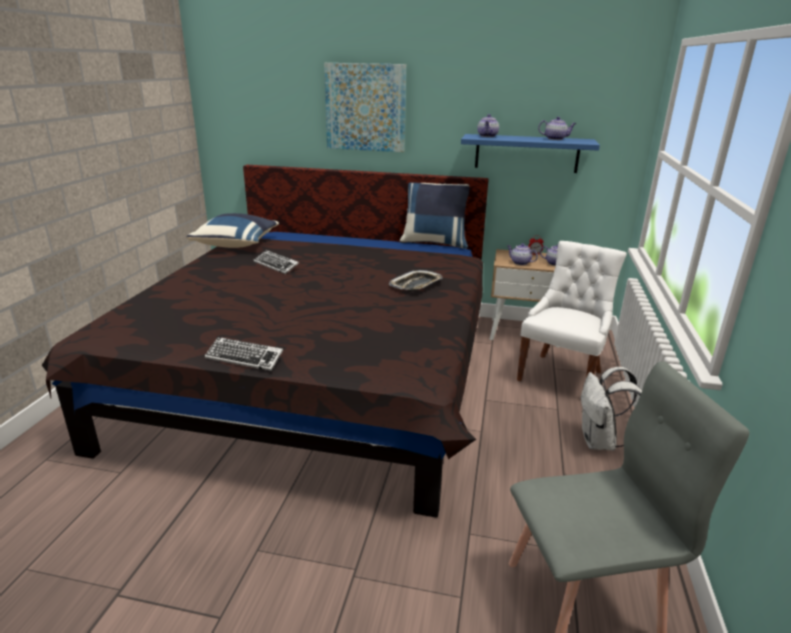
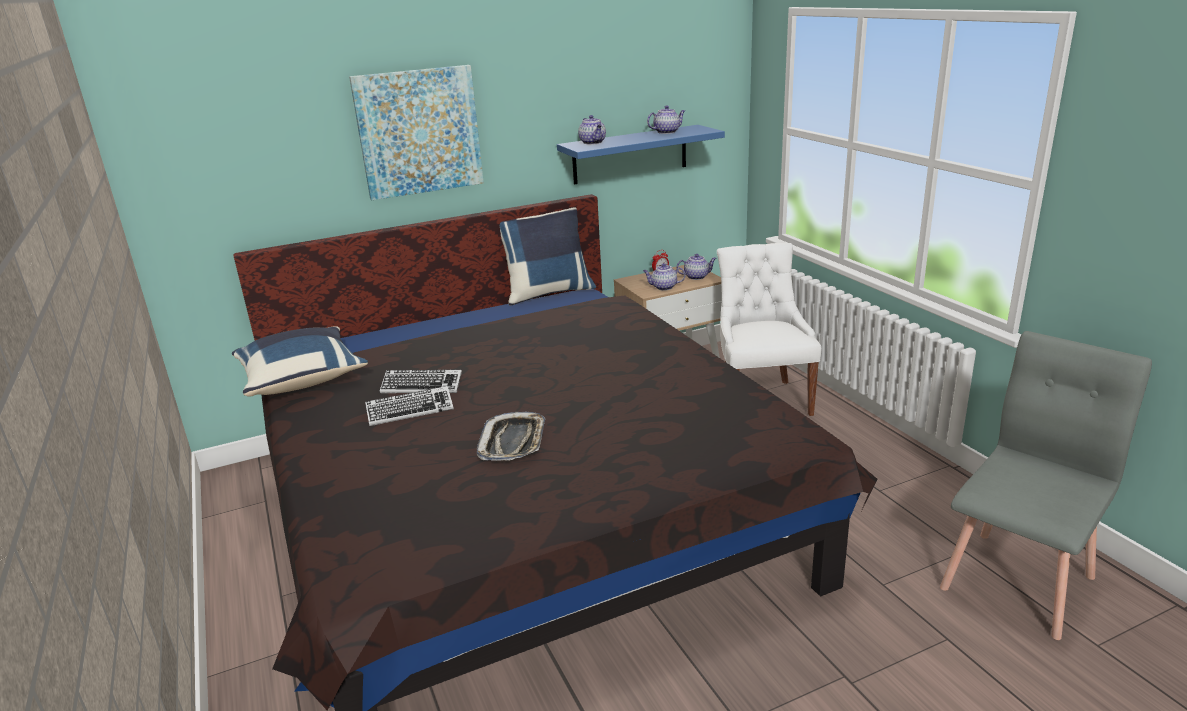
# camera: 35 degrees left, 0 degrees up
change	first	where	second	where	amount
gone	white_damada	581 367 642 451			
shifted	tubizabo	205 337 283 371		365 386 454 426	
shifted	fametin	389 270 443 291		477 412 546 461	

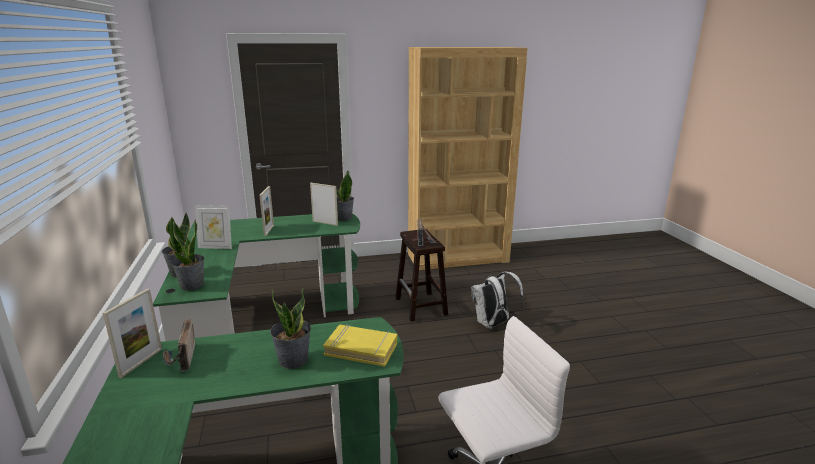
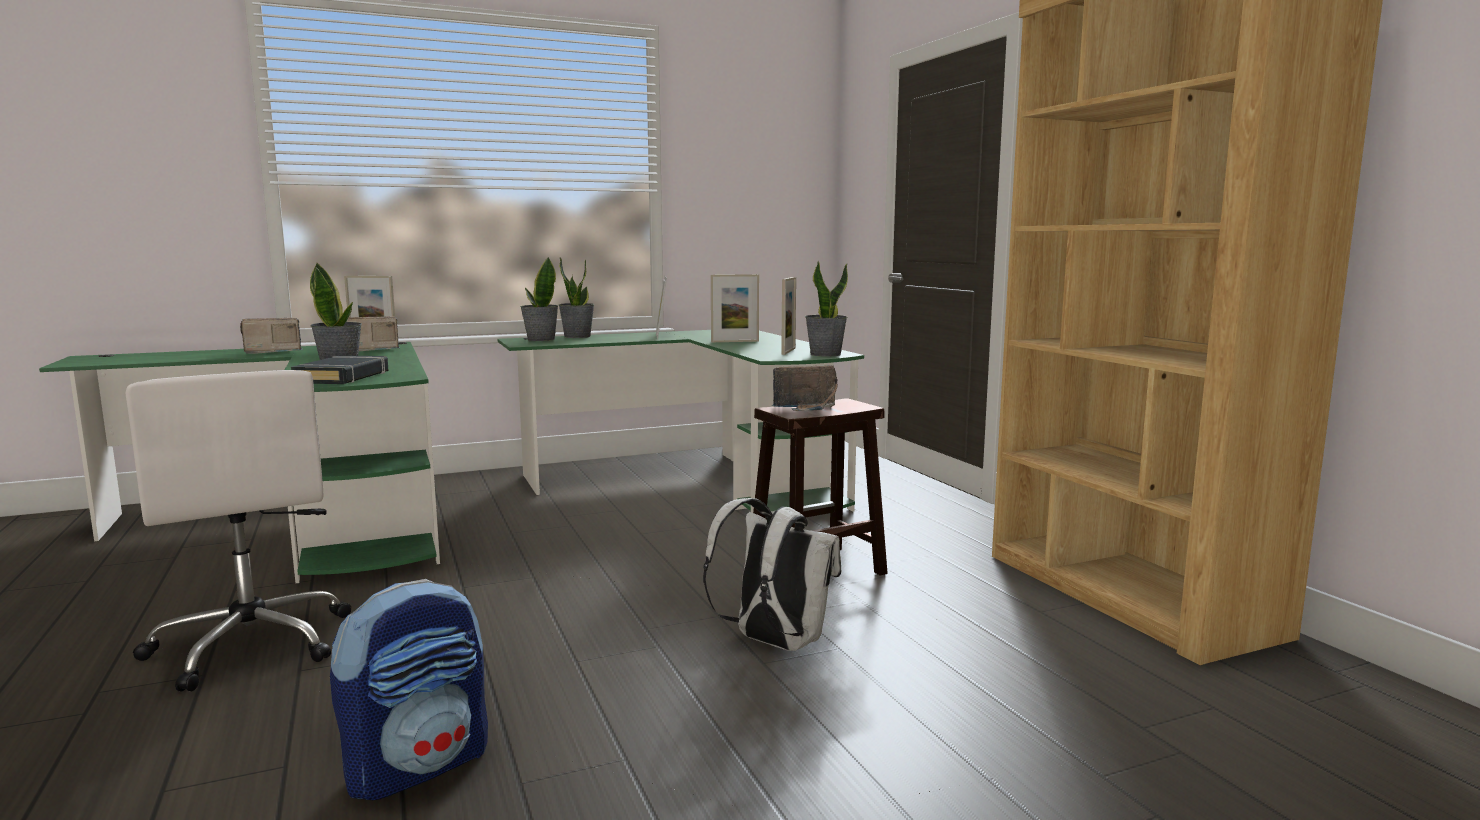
# camera: 80 degrees right, 10 degrees down
change	first	where	second	where	amount
new			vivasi	240 318 303 354	
new			damada	330 579 488 800	
repainted	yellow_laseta	323 325 397 367	black_laseta	291 355 388 384	

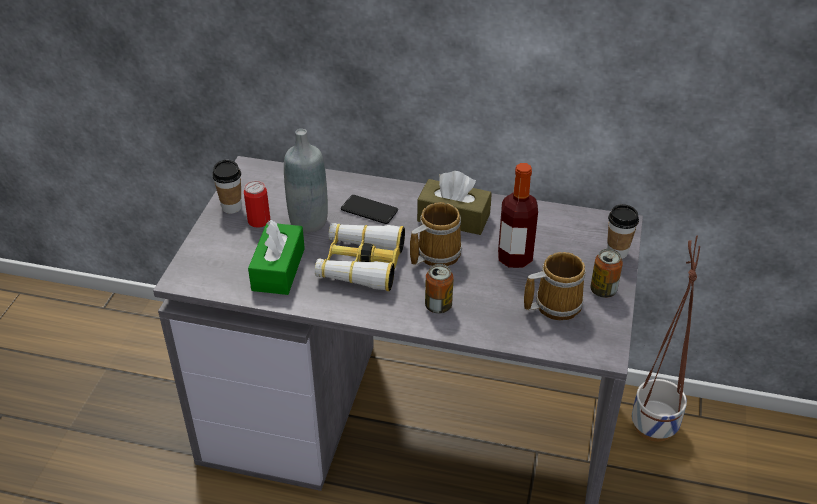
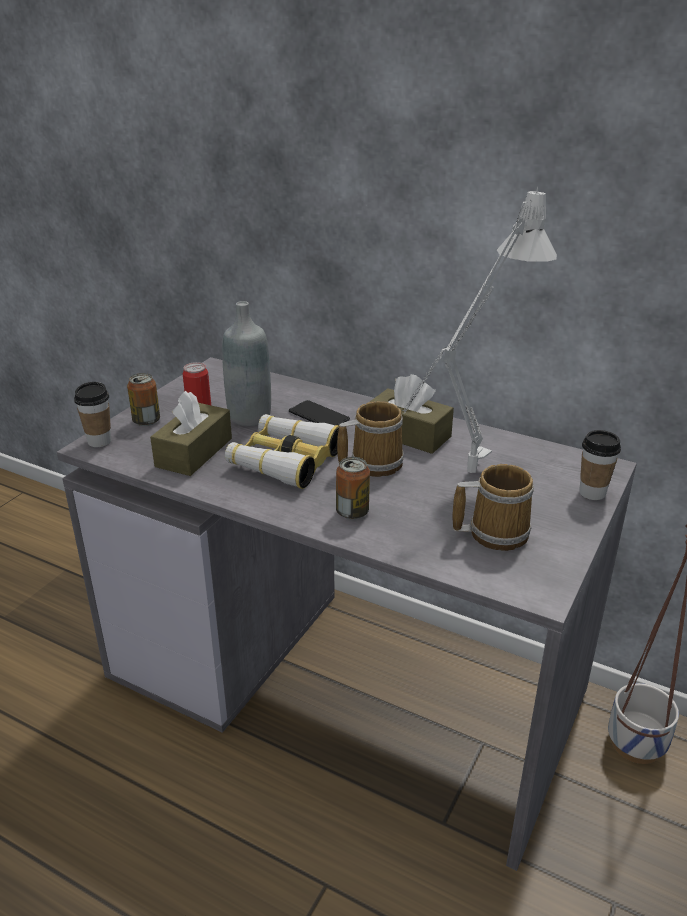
# camera: 15 degrees right, 10 degrees down
change	first	where	second	where	amount
shifted	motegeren	212 160 242 214		74 382 111 447	
shifted	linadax	590 249 623 298		127 373 160 426	
swapped	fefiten	498 163 538 268	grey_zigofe	403 187 557 473	
repainted	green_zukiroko	248 220 305 295	brown_zukiroko	150 391 232 476	

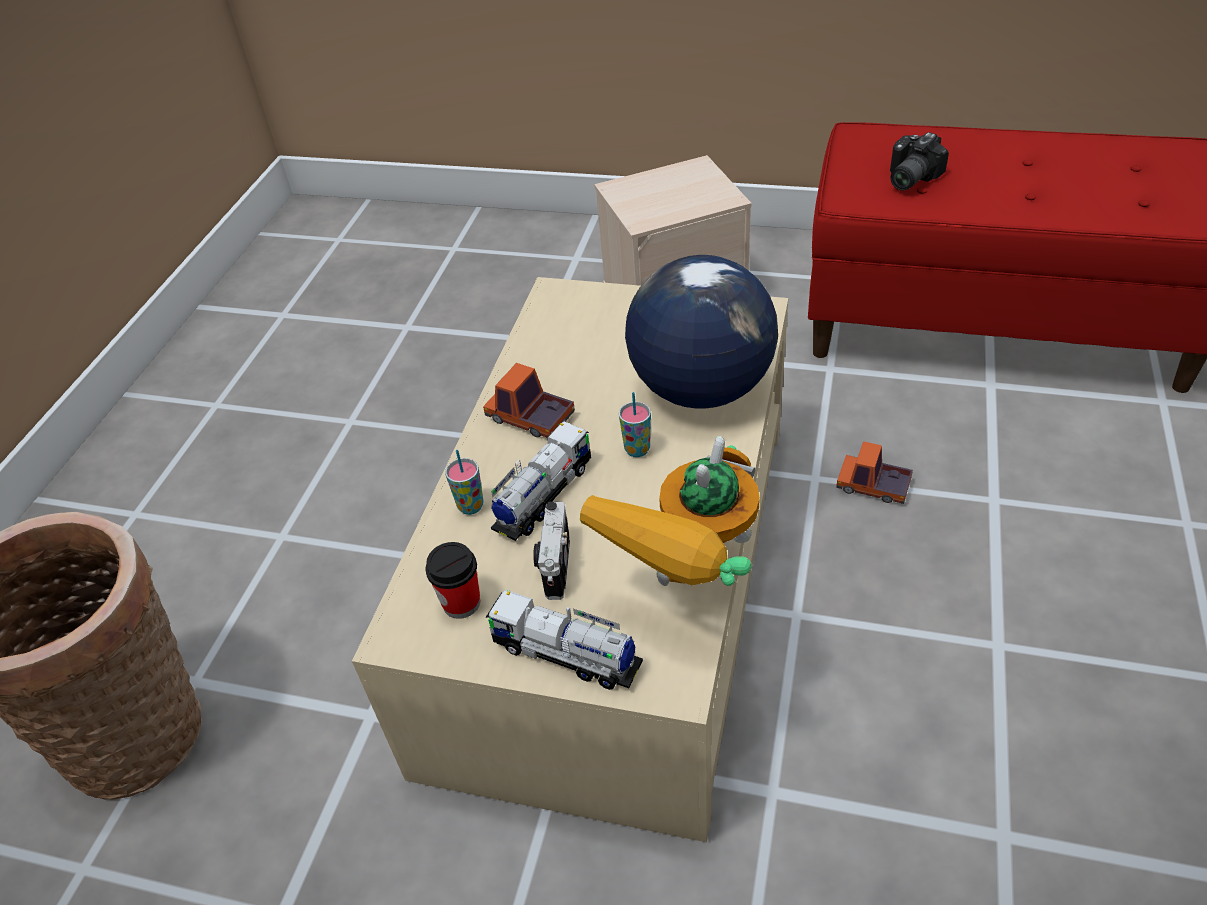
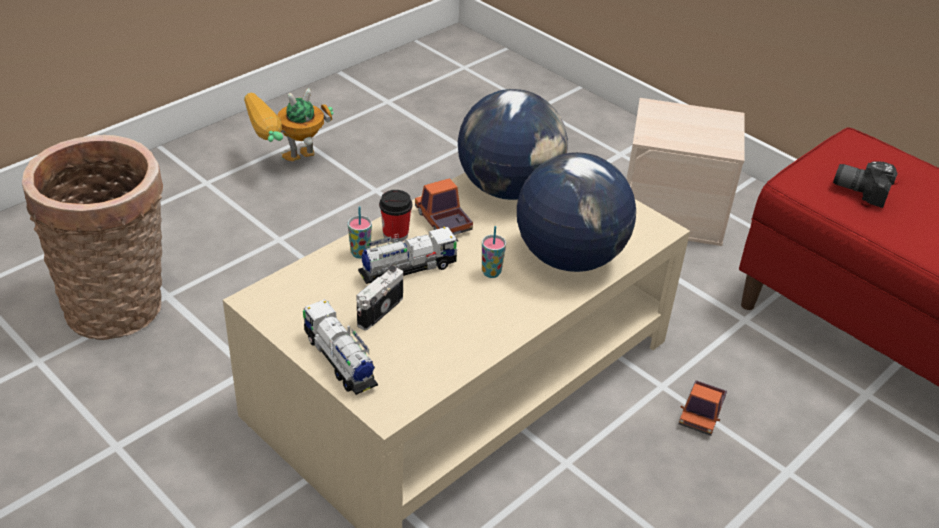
# camera: 25 degrees right, 5 degrees down
change	first	where	second	where	amount
new			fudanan	458 89 568 200	
shifted	motegeren	425 542 480 619		379 190 412 243	
shifted	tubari	580 436 760 586		244 88 334 161	
rotated	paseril	836 441 913 504		679 380 727 436	120 degrees counterclockwise
rotated	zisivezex	890 132 949 191		833 161 898 208	45 degrees clockwise

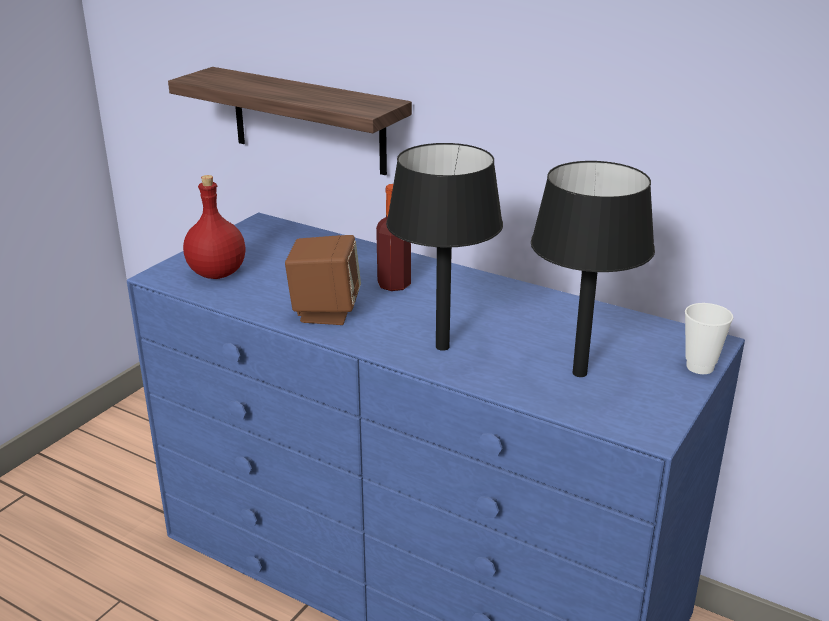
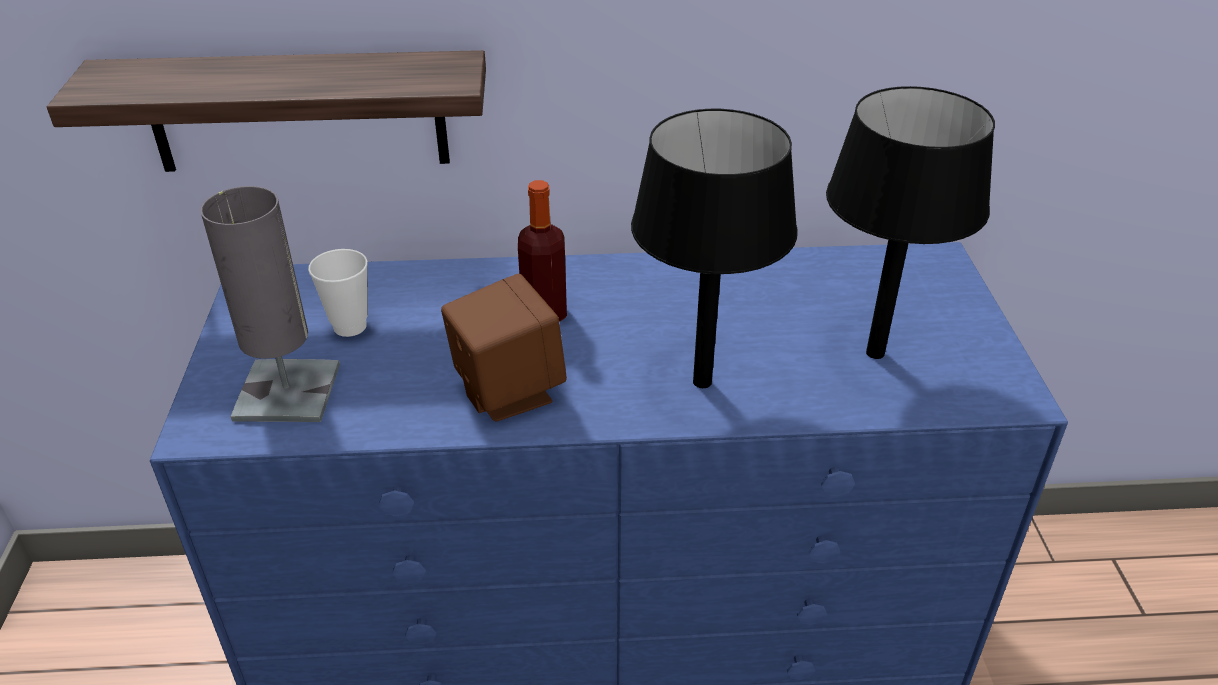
# camera: 35 degrees left, 10 degrees up
change	first	where	second	where	amount
shifted	motegeren	685 303 733 374		308 249 368 337	
swapped	red_fefiten	183 175 245 279	grey_zigofe	200 186 340 422	

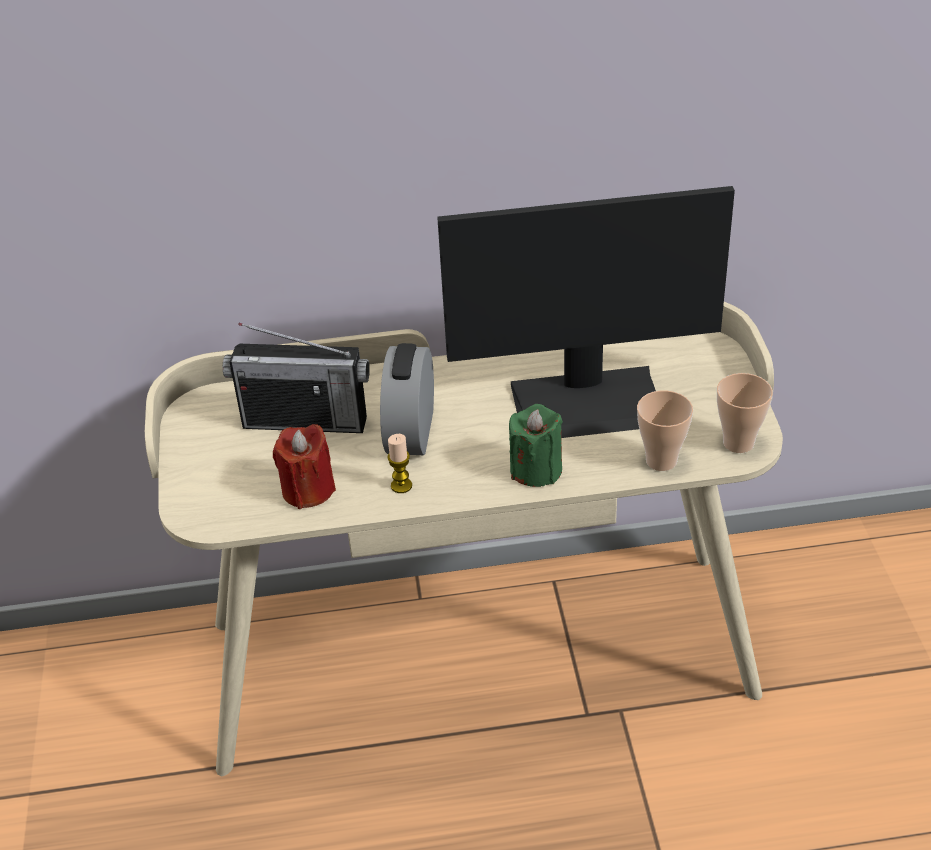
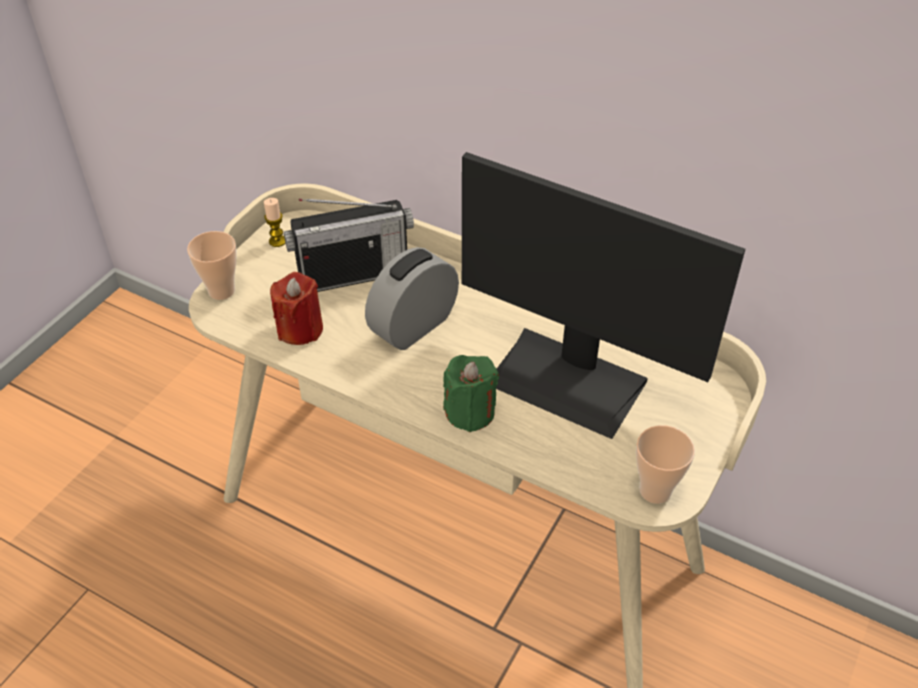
# camera: 35 degrees right, 5 degrees up
change	first	where	second	where	amount
shifted	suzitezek	387 434 412 493		264 198 285 247	
shifted	motegeren	637 390 693 471		187 231 237 300	
rotated	vivasi	223 323 370 433		284 199 414 292	60 degrees counterclockwise

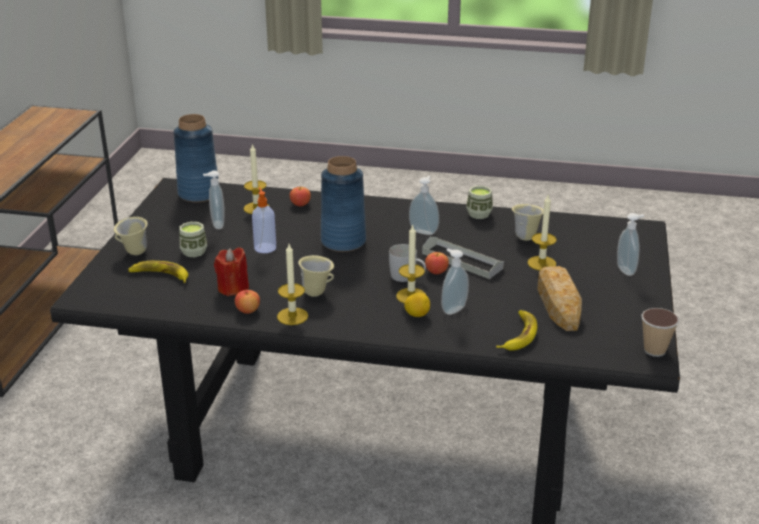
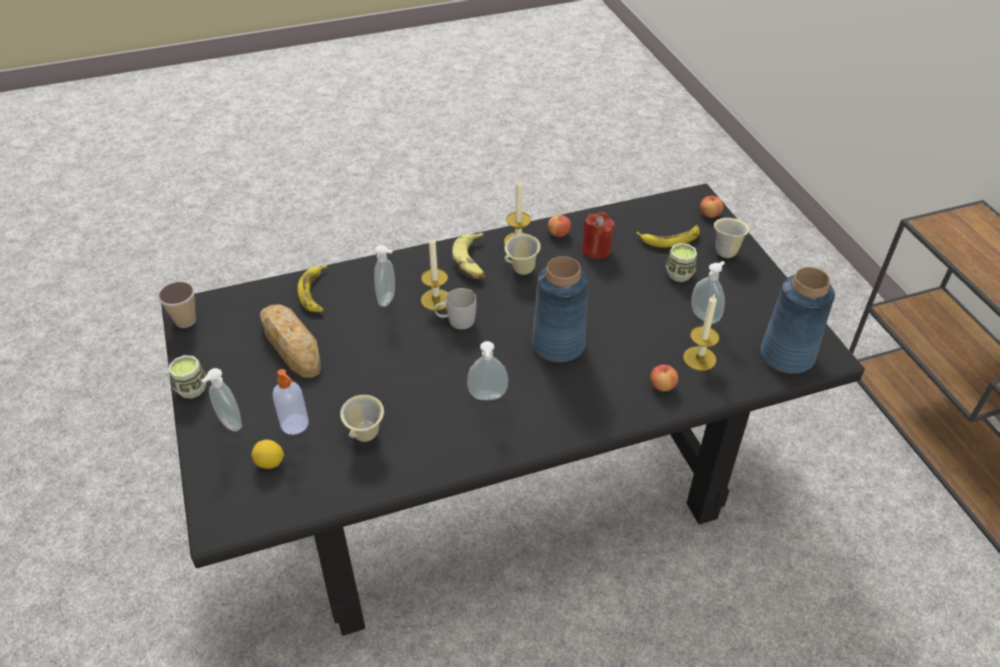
# camera: 150 degrees right, 15 degrees up
change	first	where	second	where	amount
gone	grey_fametin	422 237 504 279			
gone	suzitezek	528 195 557 270			
new			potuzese	452 233 485 279	
shifted	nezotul	252 187 276 253		273 369 309 435	
shifted	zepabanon	404 293 430 317		251 440 284 469	
shifted	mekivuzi	425 252 449 274		700 196 724 218	
shifted	motegeren	466 186 493 219		169 355 206 399	

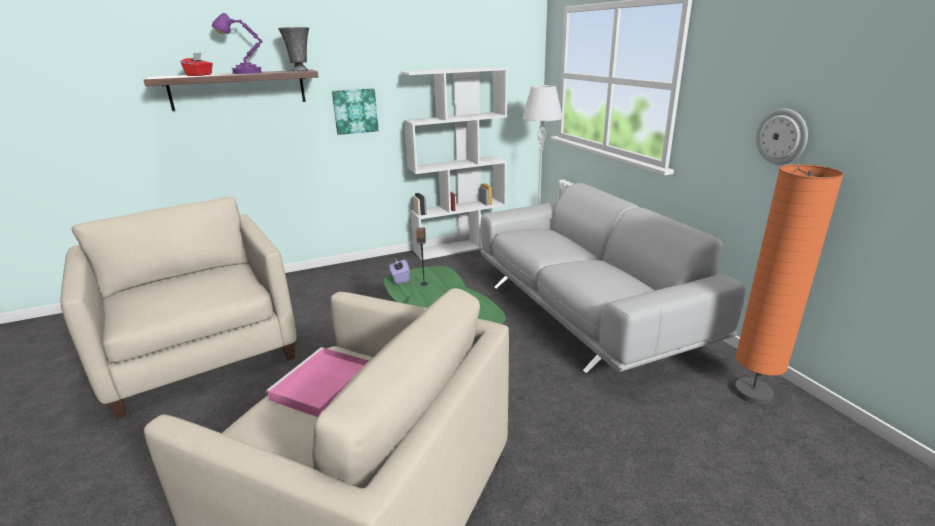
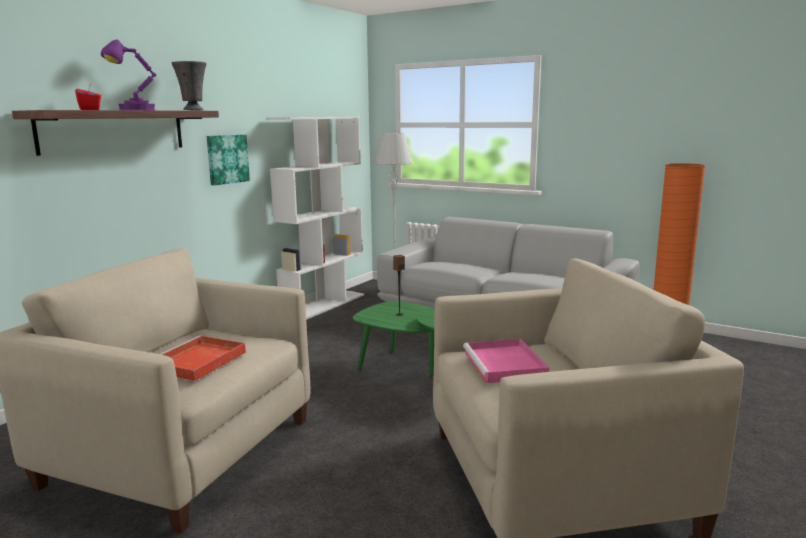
# camera: 35 degrees left, 10 degrees down
change	first	where	second	where	amount
gone	purple_zukiroko	389 258 410 284			
gone	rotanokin	756 109 808 165			
new			red_fametin	161 336 246 381	

